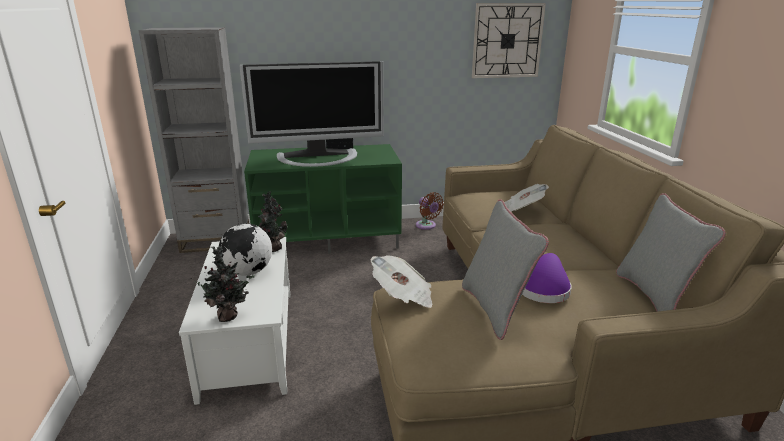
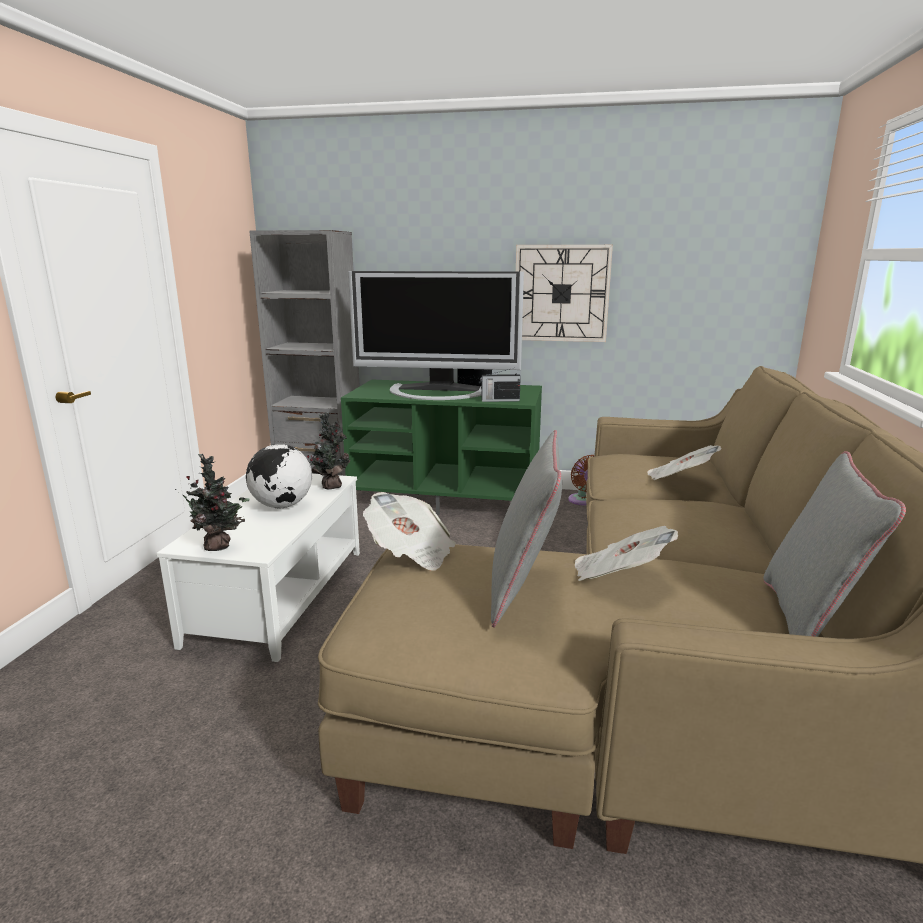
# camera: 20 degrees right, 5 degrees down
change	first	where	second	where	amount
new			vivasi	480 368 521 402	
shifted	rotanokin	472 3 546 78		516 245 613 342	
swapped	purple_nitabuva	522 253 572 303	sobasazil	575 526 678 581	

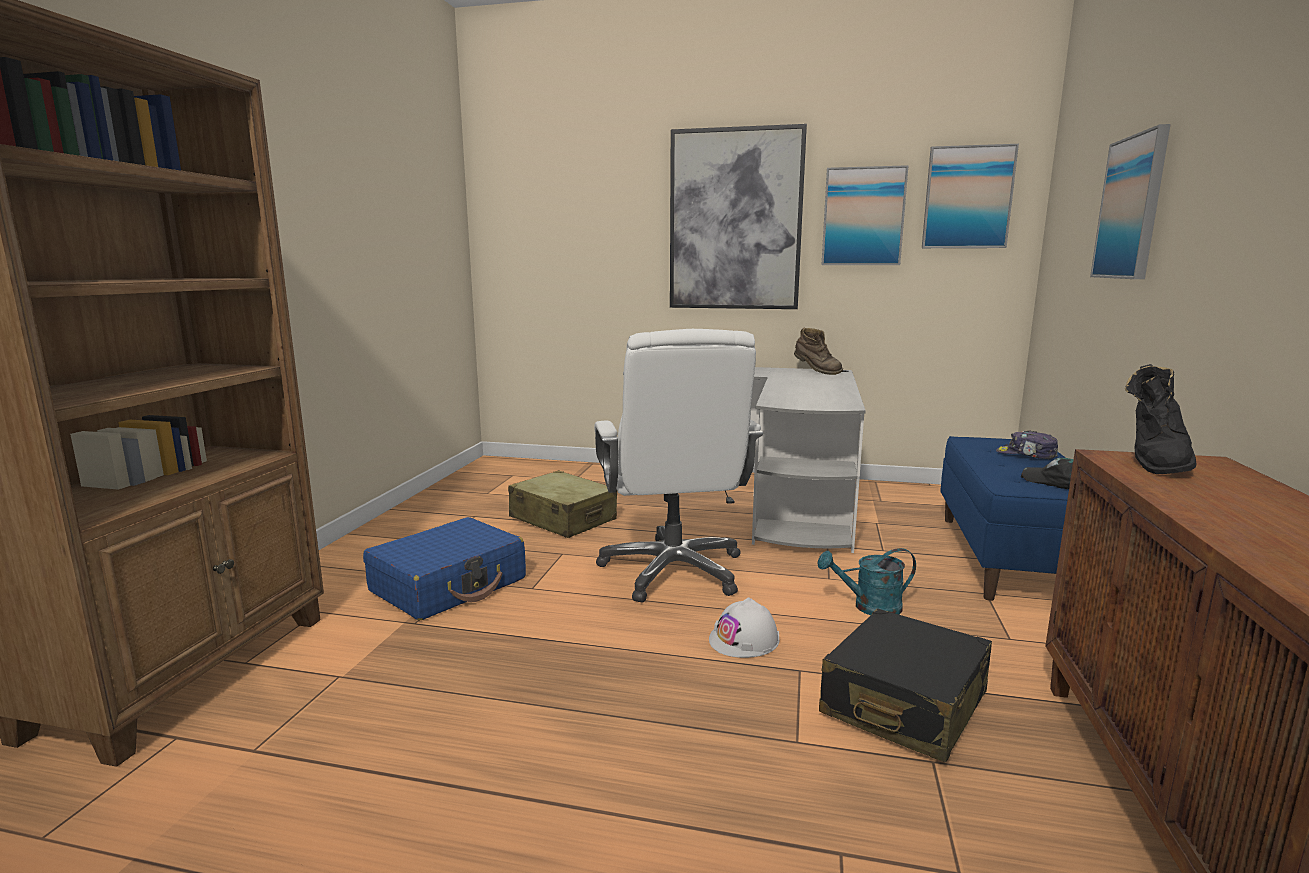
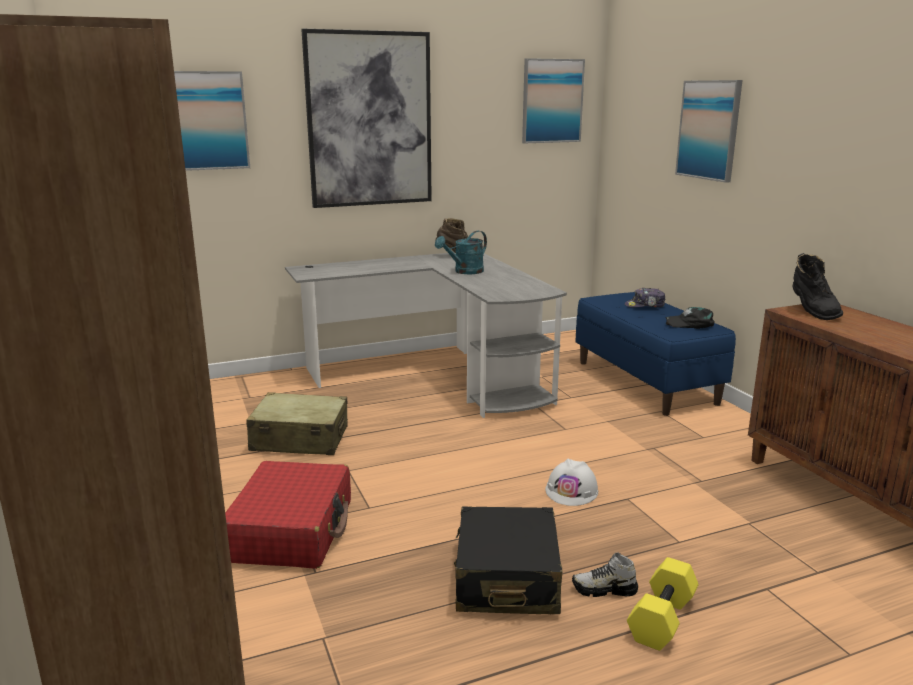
# camera: 35 degrees left, 5 degrees up
change	first	where	second	where	amount
gone	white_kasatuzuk	594 329 764 603			
new			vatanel	572 553 638 597	
new			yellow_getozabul	627 557 699 651	
shifted	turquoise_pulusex	818 548 916 615		435 231 487 274	
shifted	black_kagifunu	819 608 992 762		454 506 562 614	
shifted	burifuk	821 165 909 265		174 71 250 171	
repainted	blue_kagifunu	363 517 526 620	red_kagifunu	225 461 351 569	

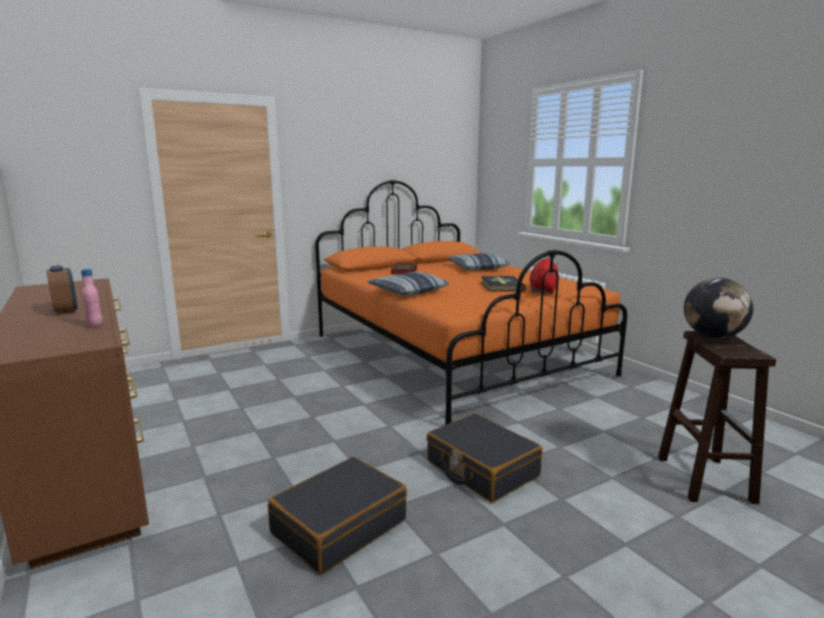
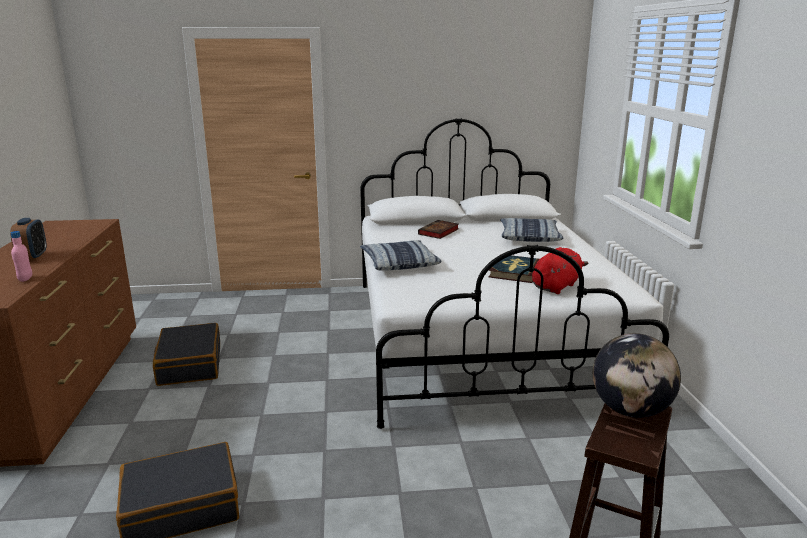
# camera: 25 degrees right, 5 degrees up
change	first	where	second	where	amount
shifted	black_kagifunu	427 413 542 502		153 323 220 386	
repainted	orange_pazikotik	315 180 628 425	white_pazikotik	360 118 669 429	

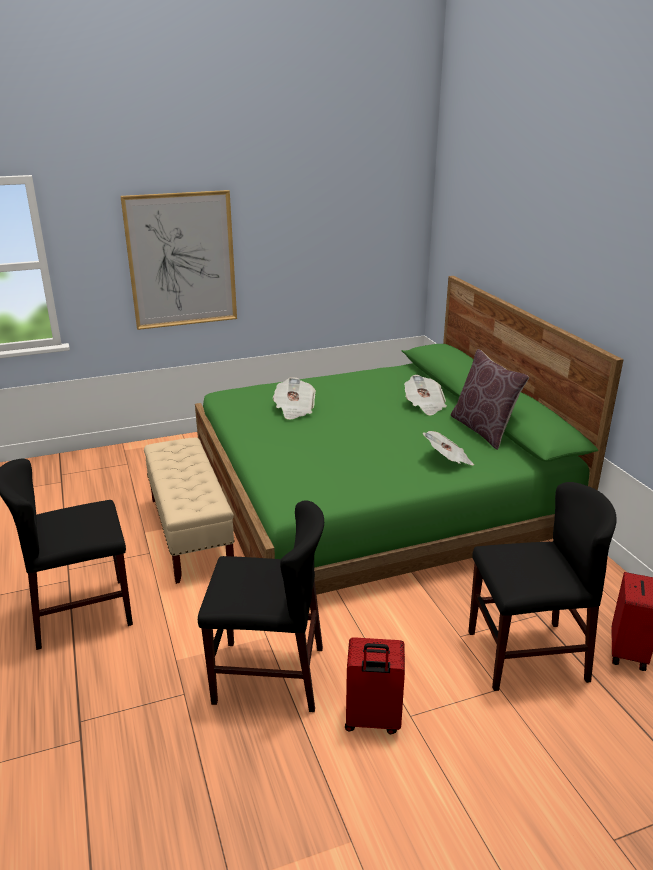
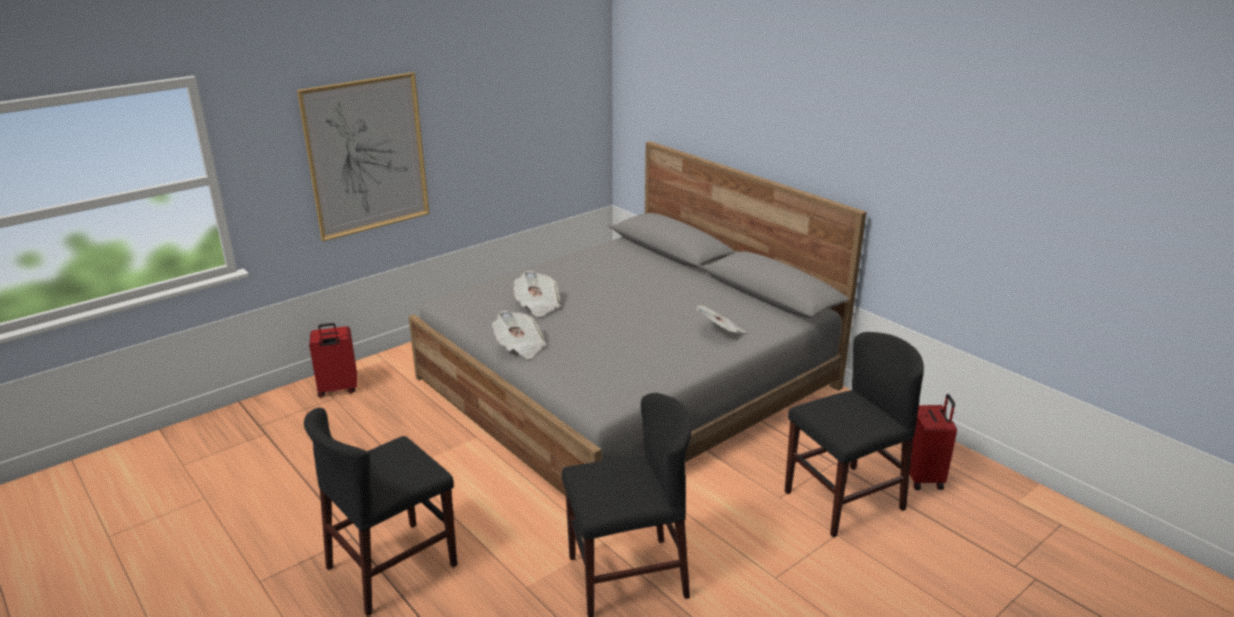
# camera: 20 degrees left, 0 degrees up
change	first	where	second	where	amount
gone	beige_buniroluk	144 438 235 584			
gone	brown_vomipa	450 349 529 450			
shifted	red_kagifunu	345 637 405 734		309 323 357 398	
shifted	sobasazil	404 375 447 416		492 311 546 359	
repainted	green_pazikotik	195 276 624 595	grey_pazikotik	408 141 867 496	

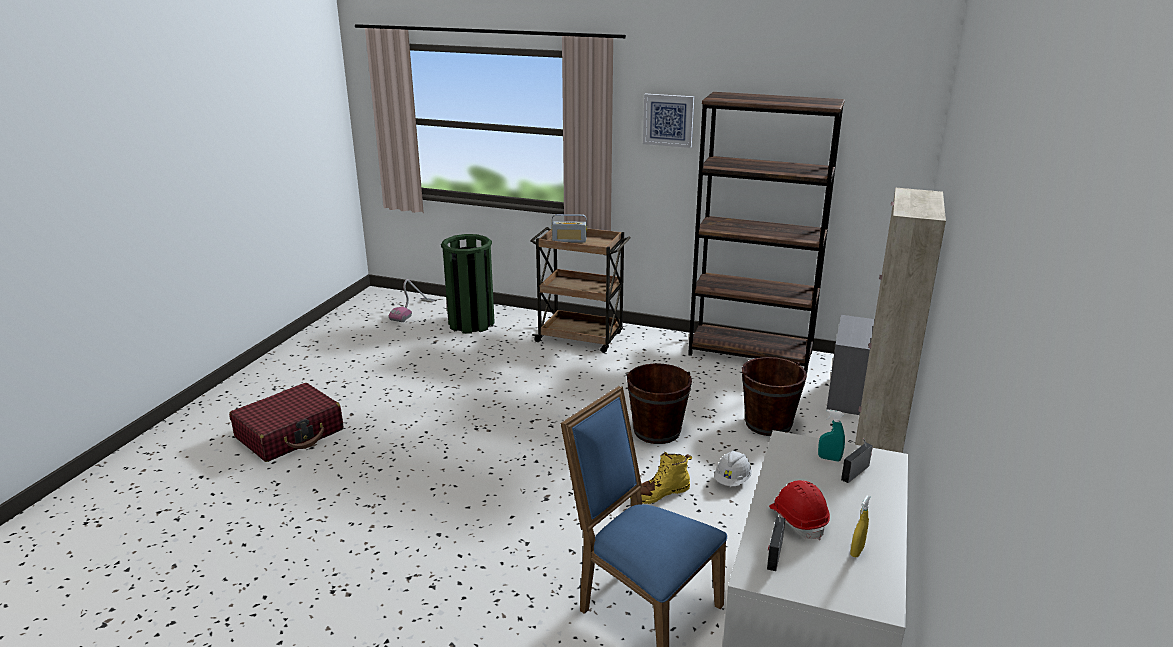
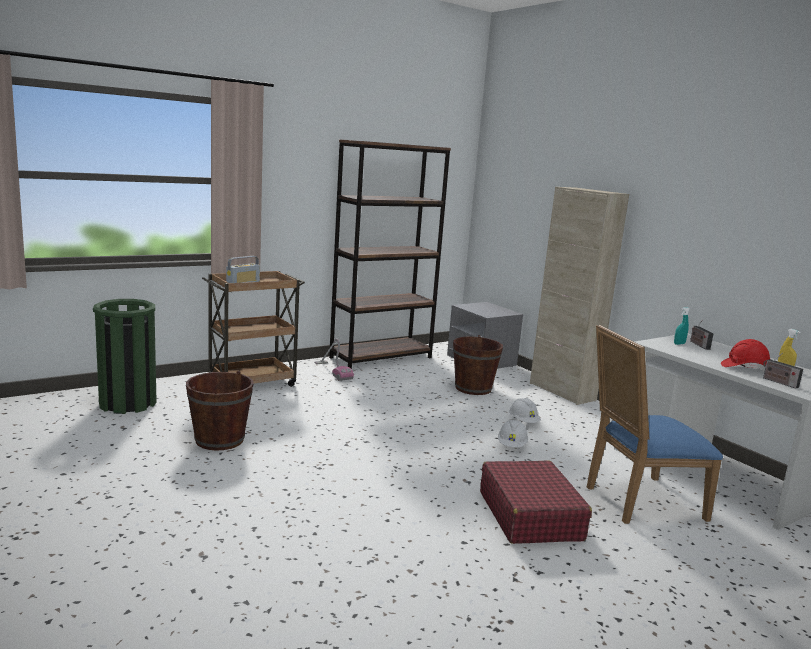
# camera: 55 degrees left, 10 degrees down
change	first	where	second	where	amount
gone	burifuk	643 94 694 148			
shifted	red_kagifunu	229 383 343 462		480 460 592 544	
shifted	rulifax	389 279 435 322		314 338 354 381	
shifted	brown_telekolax	627 363 692 444		186 371 253 451	
swapped	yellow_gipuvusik	630 452 692 504	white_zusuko	498 419 528 447	

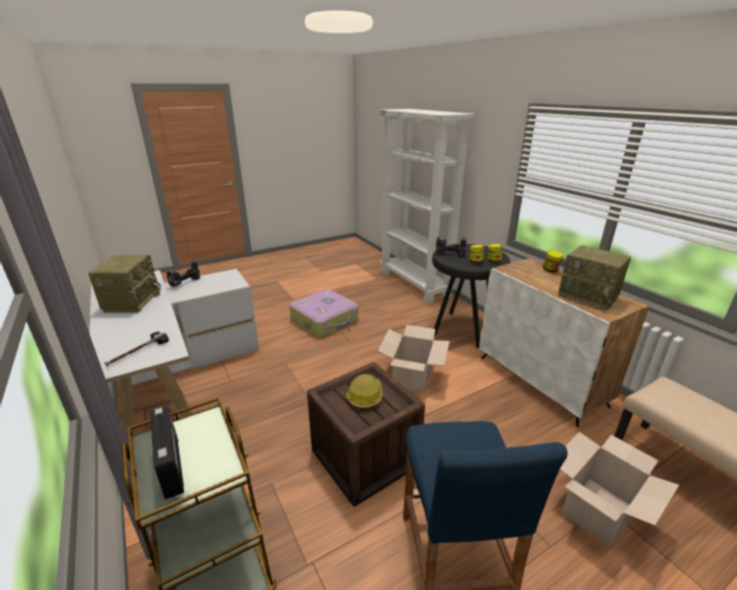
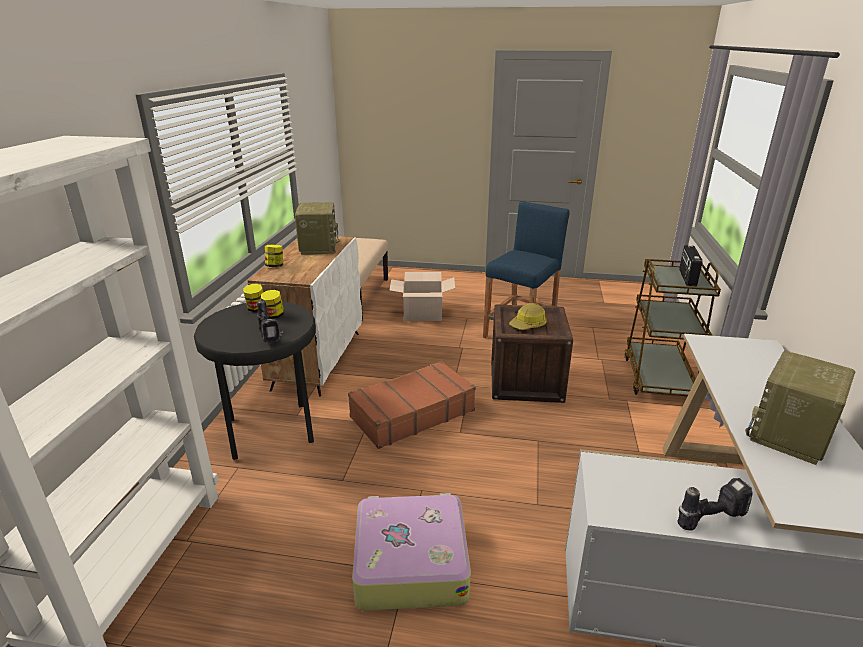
# camera: 140 degrees left, 0 degrees up
change	first	where	second	where	amount
gone	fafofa	105 331 169 366			
swapped	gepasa	378 325 450 393	brown_kagifunu	348 361 476 449	

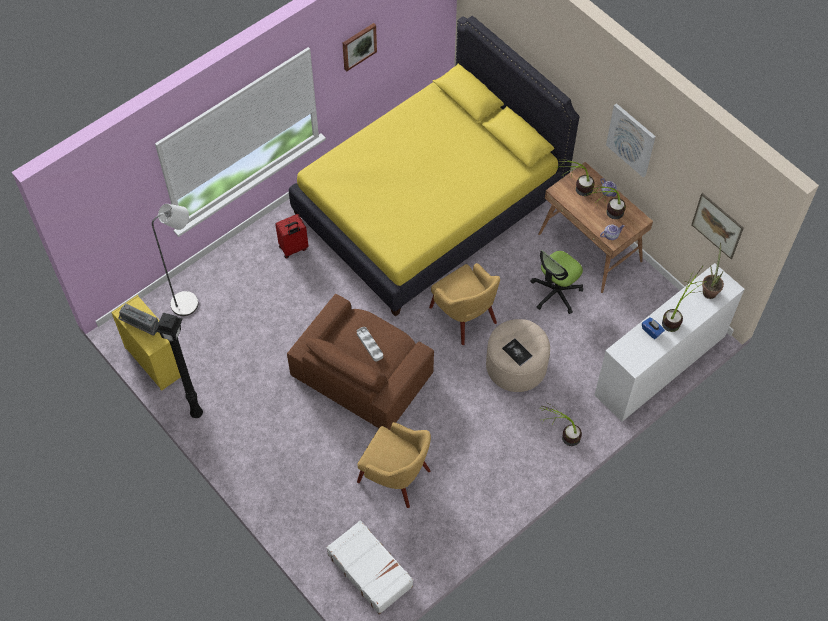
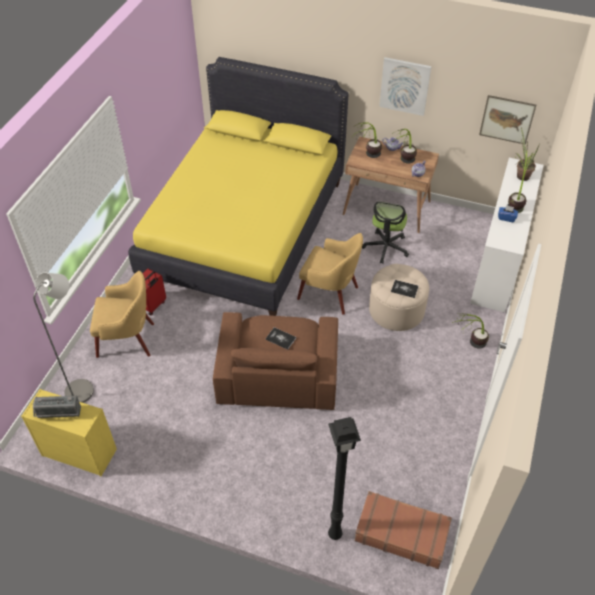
# camera: 30 degrees left, 10 degrees down
change	first	where	second	where	amount
gone	burifuk	343 23 377 71			
shifted	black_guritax	155 313 203 418		328 417 361 540	
shifted	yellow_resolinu	357 422 431 508		90 271 154 358	
swapped	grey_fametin	357 327 383 362	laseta	266 327 296 350	
repainted	white_kagifunu	326 520 413 615	brown_kagifunu	355 491 452 569	

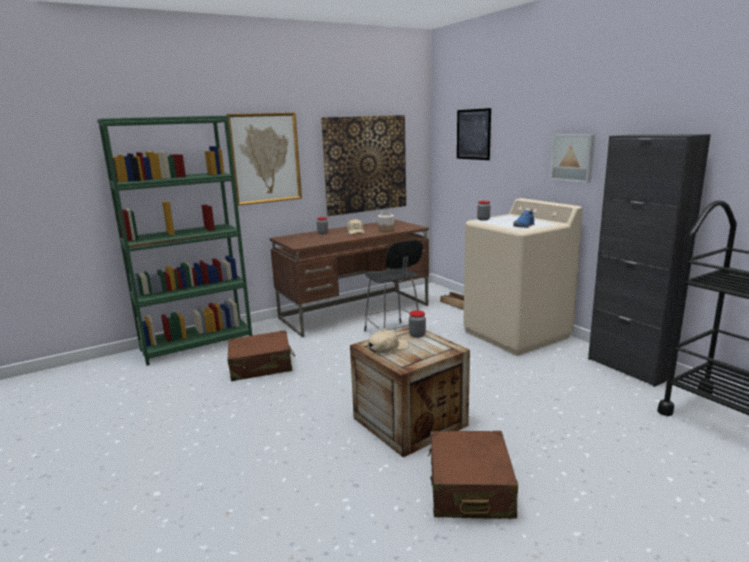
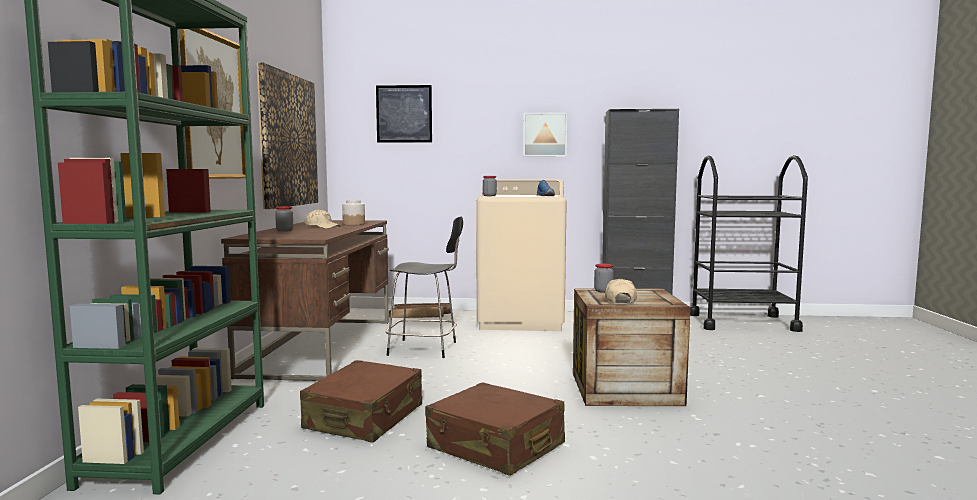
# camera: 55 degrees left, 10 degrees down
change	first	where	second	where	amount
shifted	brown_kagifunu	428 431 518 519		425 382 565 476	

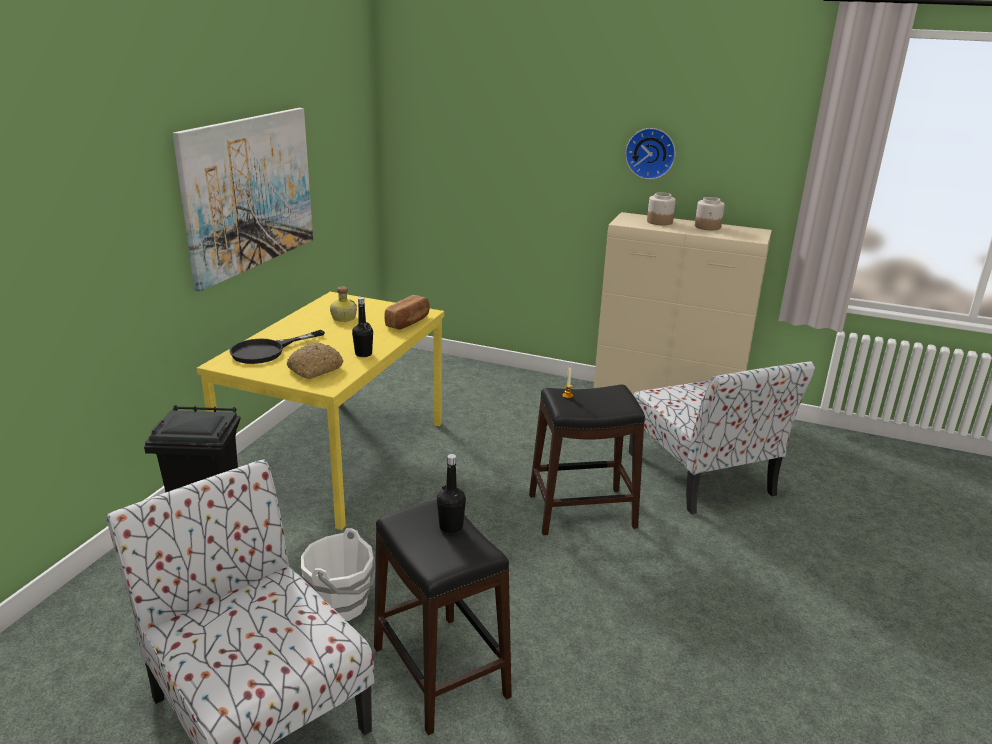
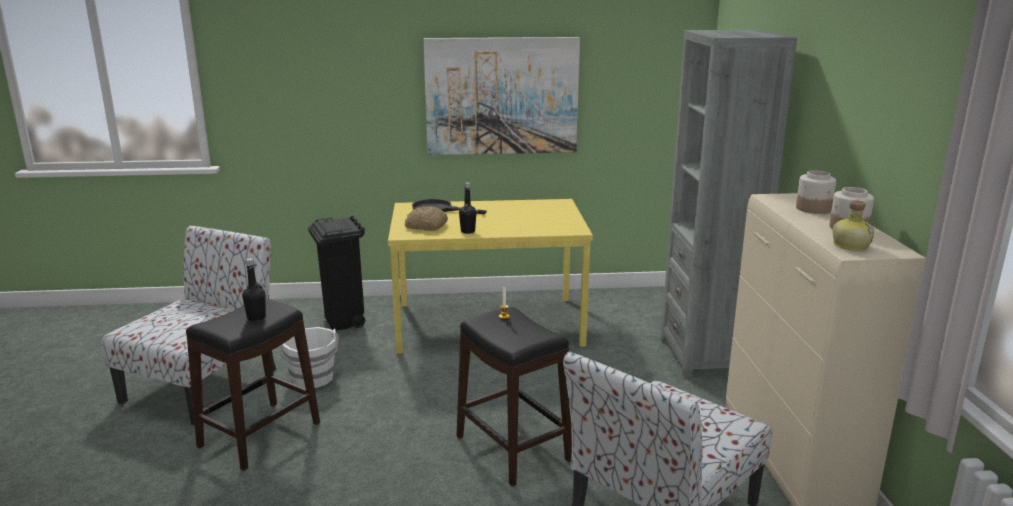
# camera: 65 degrees right, 5 degrees down
change	first	where	second	where	amount
gone	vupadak	384 295 429 329			
gone	rotanokin	625 128 676 180			
new			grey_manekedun	661 30 797 378	
shifted	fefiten	330 287 357 322		833 200 874 251	

